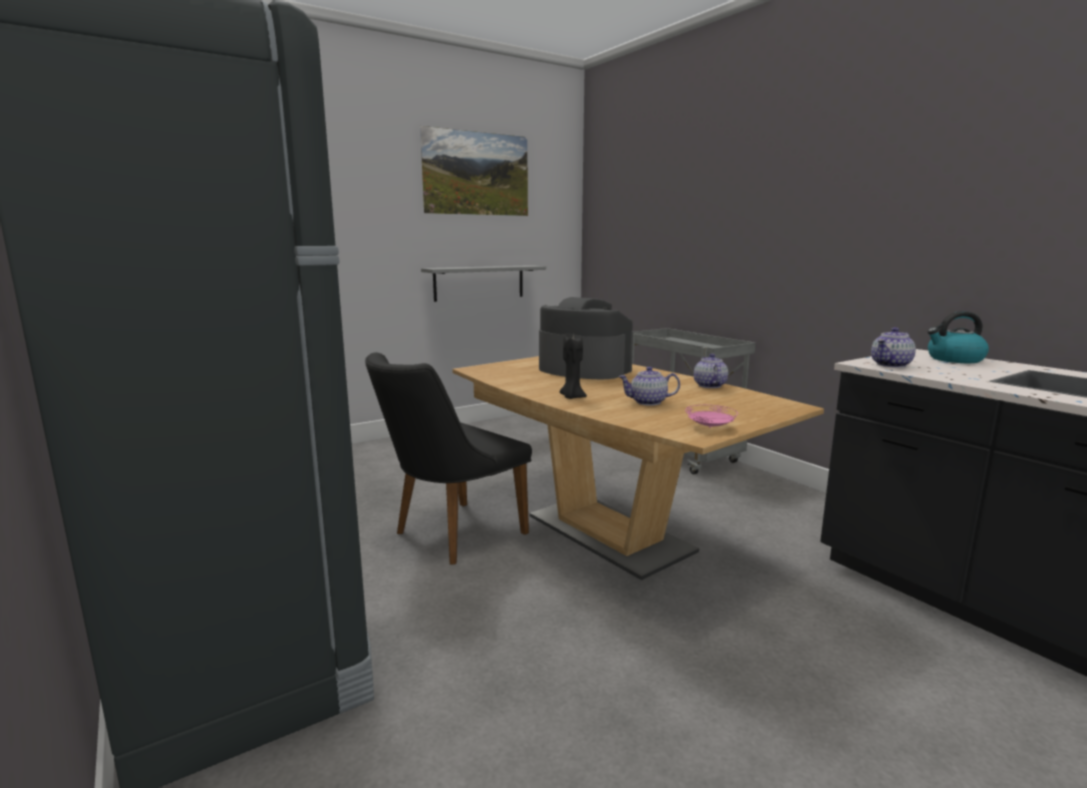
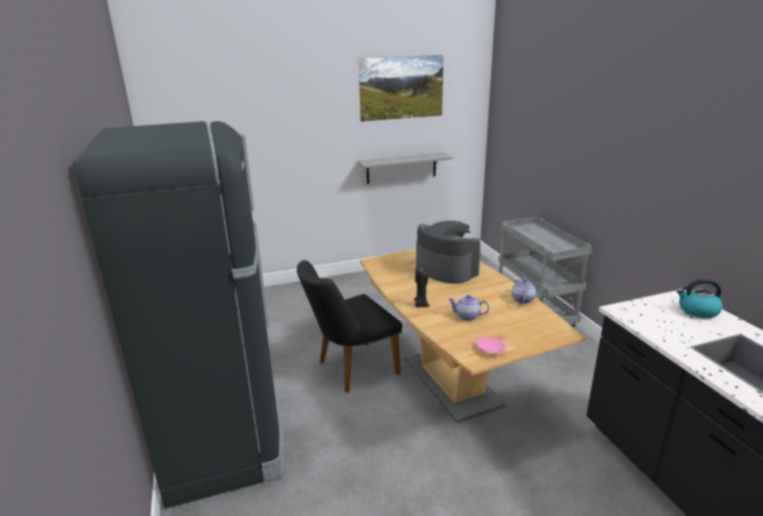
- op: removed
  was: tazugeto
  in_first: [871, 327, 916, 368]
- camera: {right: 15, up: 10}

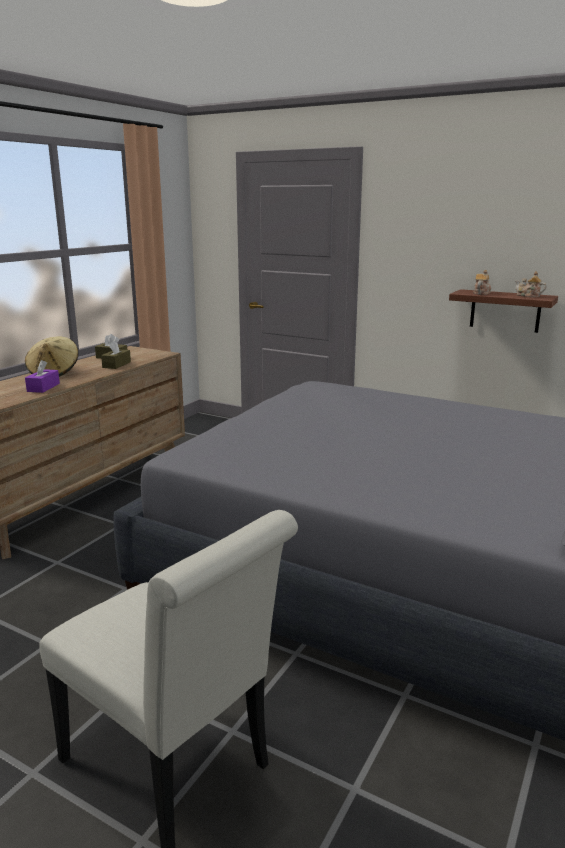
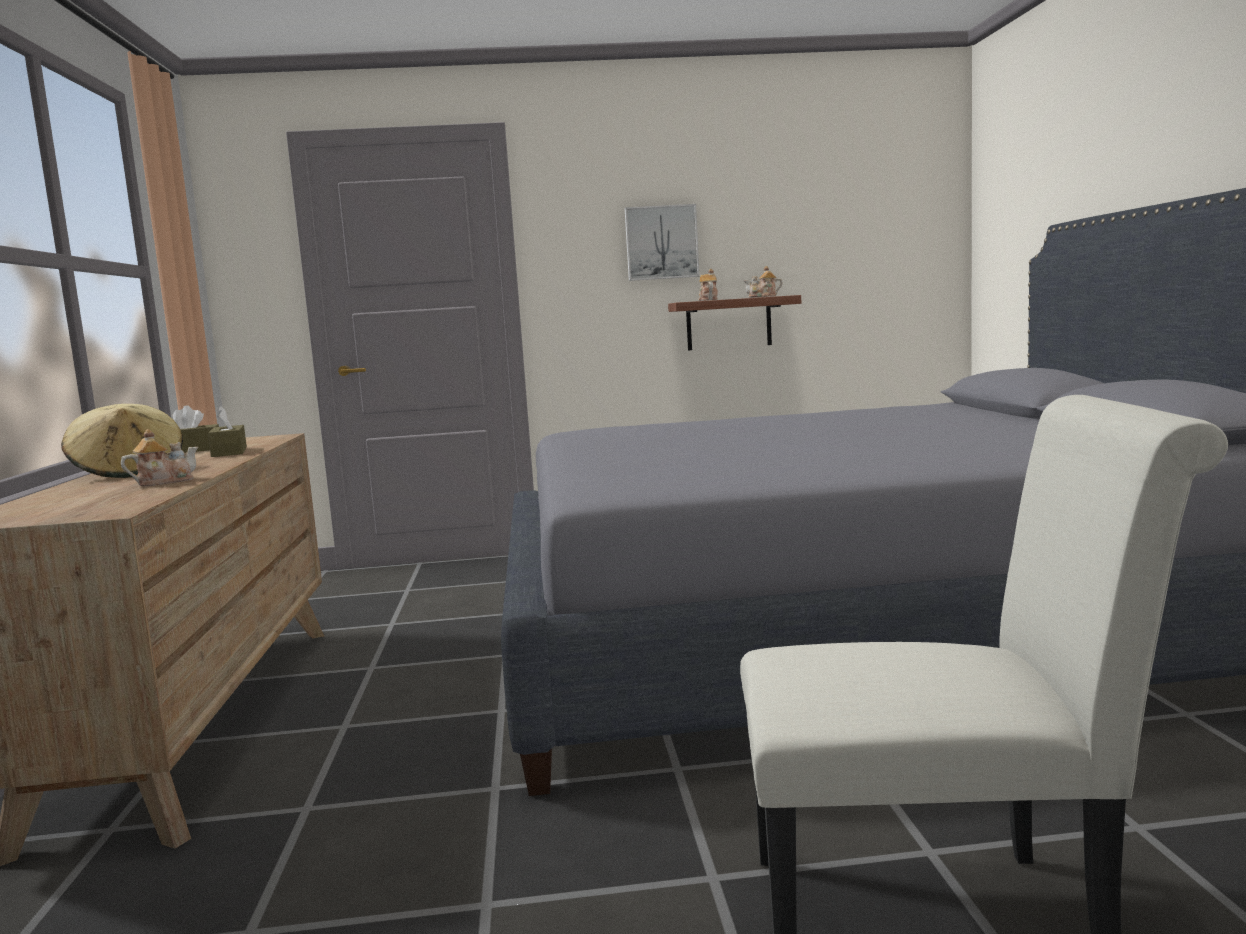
- op: replaced
  was: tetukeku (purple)
  now: tazugeto
  in_first: [25, 360, 60, 393]
  in_second: [121, 429, 198, 486]
- op: added
  now: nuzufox
  in_second: [625, 204, 699, 281]
- camera: {right: -35, up: -10}

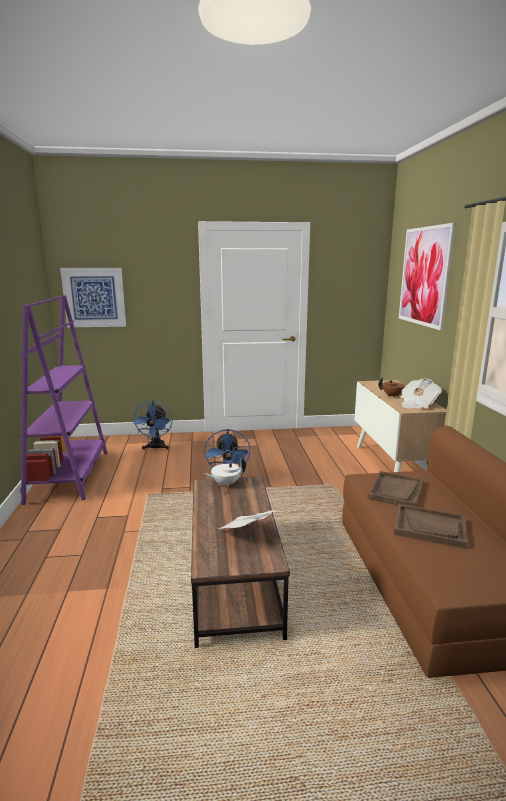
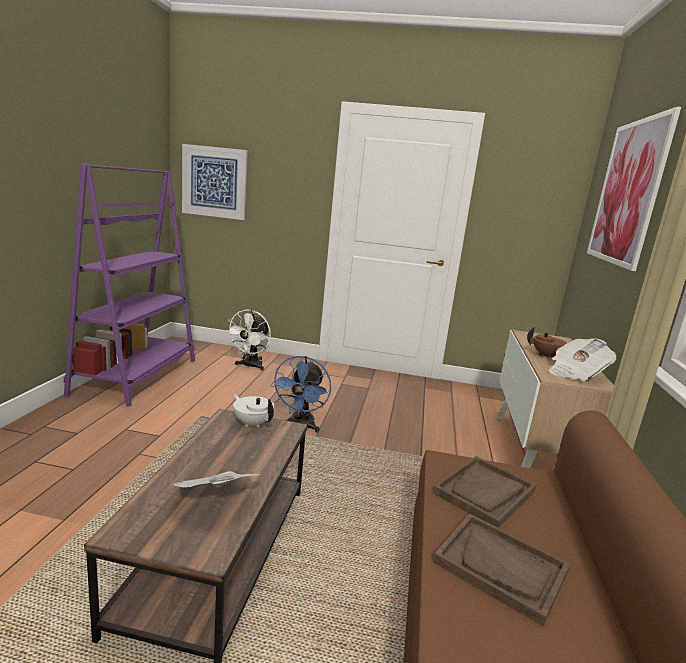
- op: recoloured
  was: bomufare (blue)
  now: bomufare (white)
  in_first: [132, 401, 172, 450]
  in_second: [225, 309, 271, 371]
- op: turned
  was: tazugeto (white)
  in_first: [204, 458, 246, 487]
  in_second: [233, 394, 274, 428]
  clockwise: 45
- camera: {right: 15, up: 0}

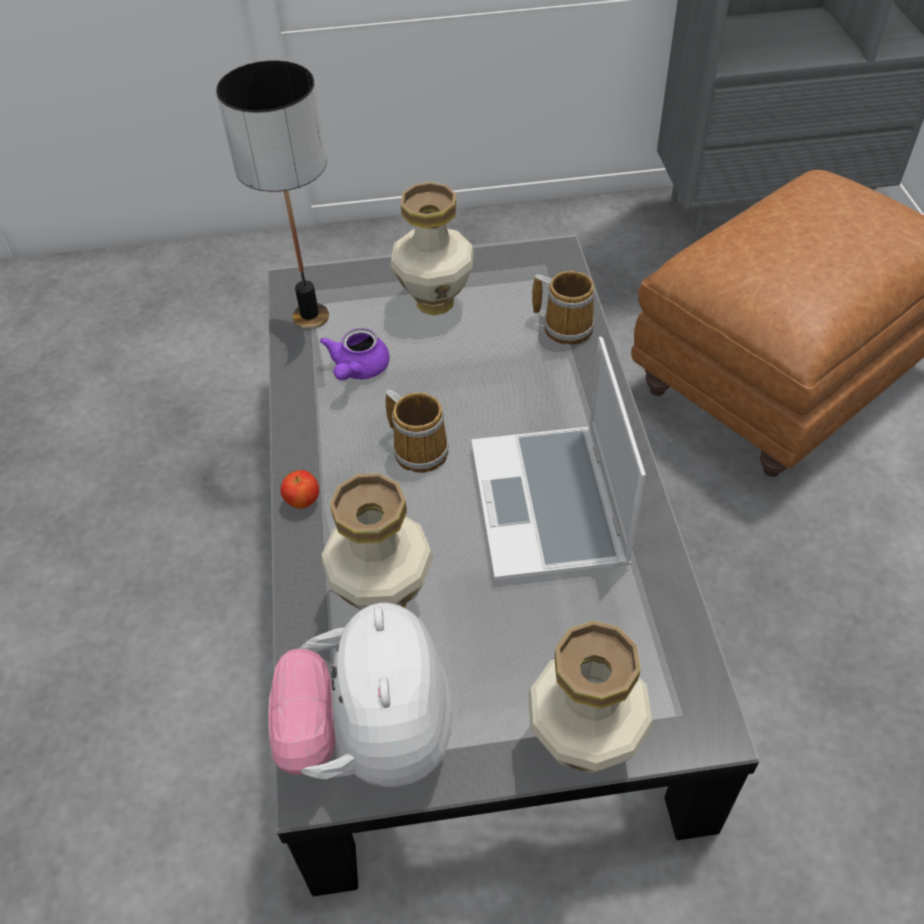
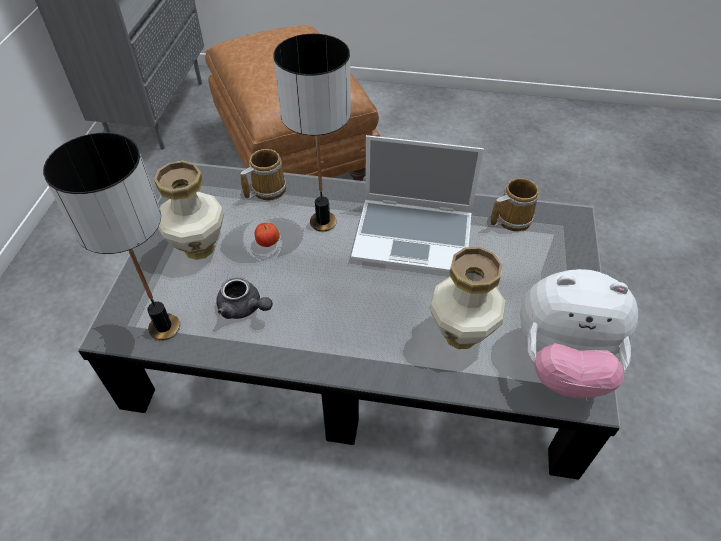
- op: recoloured
  was: tazugeto (purple)
  now: tazugeto (grey)
  in_first: [320, 328, 390, 380]
  in_second: [216, 277, 273, 319]
- op: moved
  was: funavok
  in_first: [280, 470, 319, 509]
  in_second: [255, 223, 280, 247]
- op: added
  now: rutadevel
  in_second: [273, 34, 351, 232]
- op: moved
  was: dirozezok
  in_first: [386, 390, 449, 473]
  in_second: [491, 178, 539, 231]
- op: removed
  was: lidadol
  in_first: [528, 621, 653, 774]
- camera: {right: -75, up: 0}

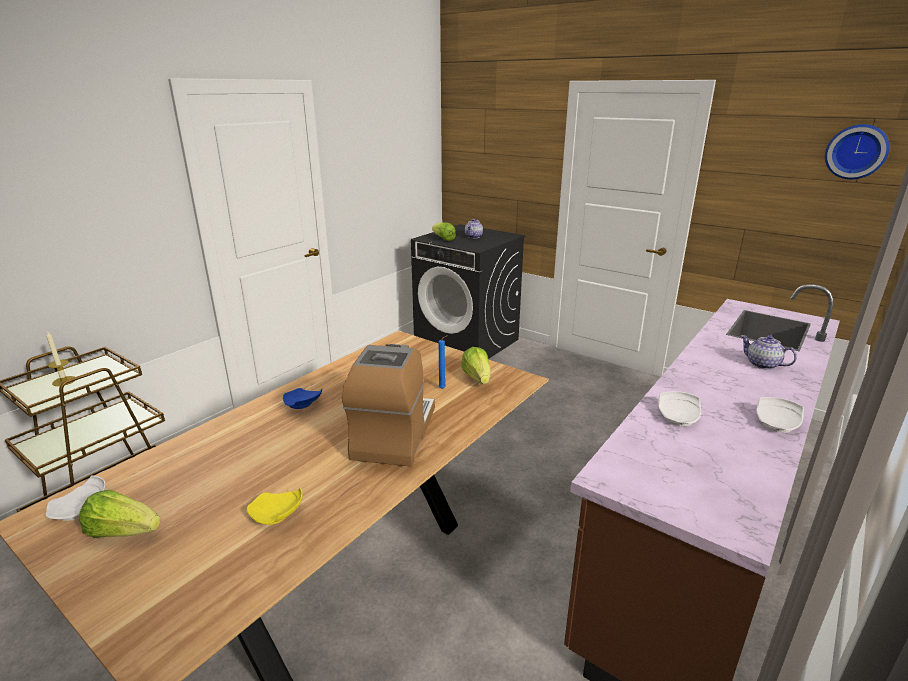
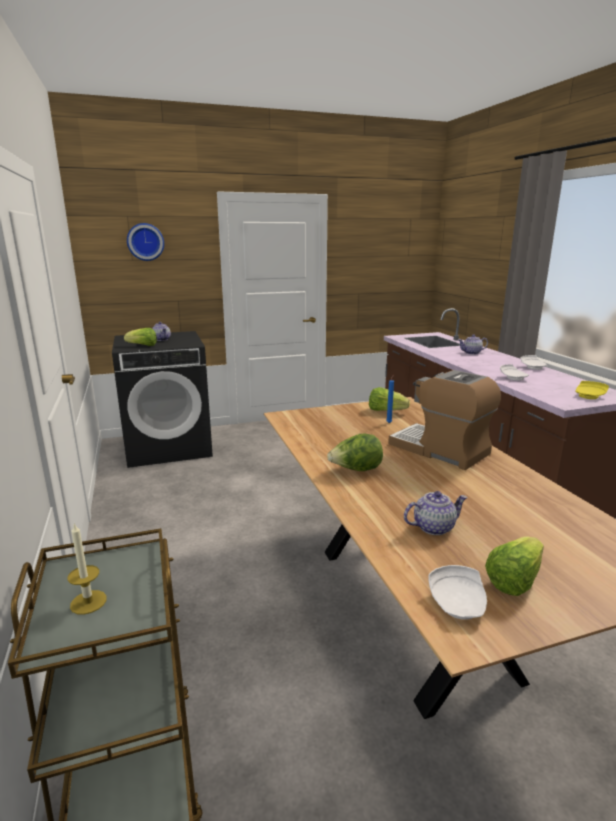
- op: moved
  was: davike
  in_first: [825, 124, 890, 179]
  in_second: [127, 223, 164, 261]
- op: replaced
  was: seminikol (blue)
  now: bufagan
  in_first: [283, 388, 322, 409]
  in_second: [327, 433, 383, 471]
- op: added
  now: tazugeto
  in_second: [404, 491, 468, 535]
- op: moved
  was: seminikol (yellow)
  in_first: [247, 487, 303, 525]
  in_second: [575, 381, 609, 399]
- camera: {right: -55, up: -5}

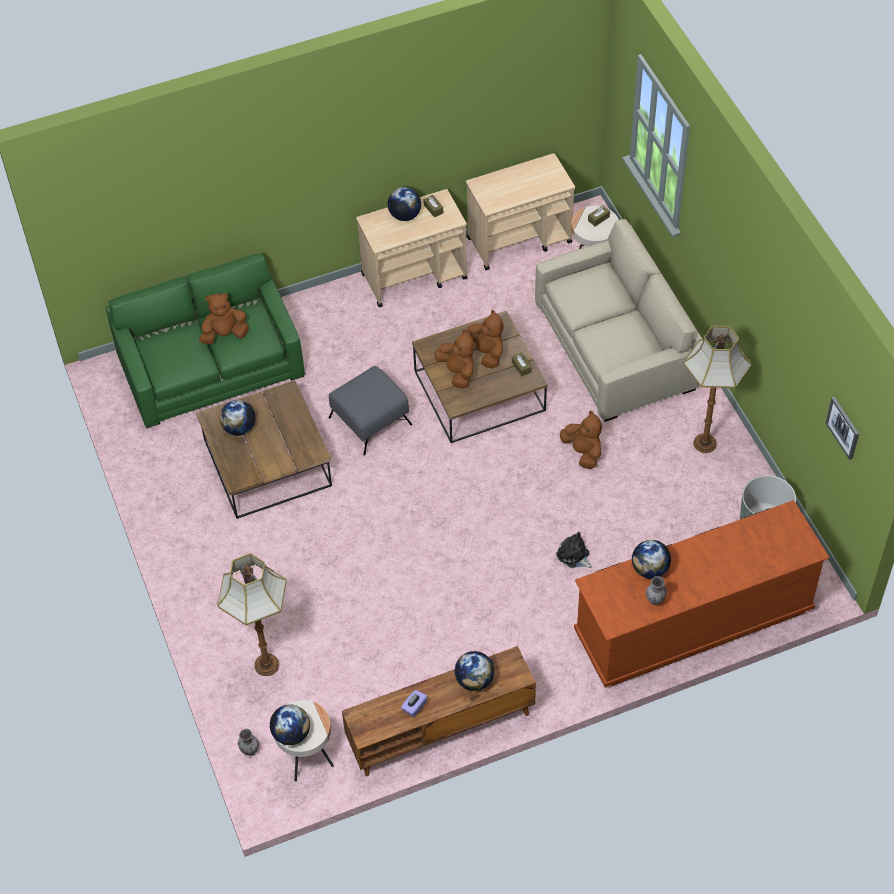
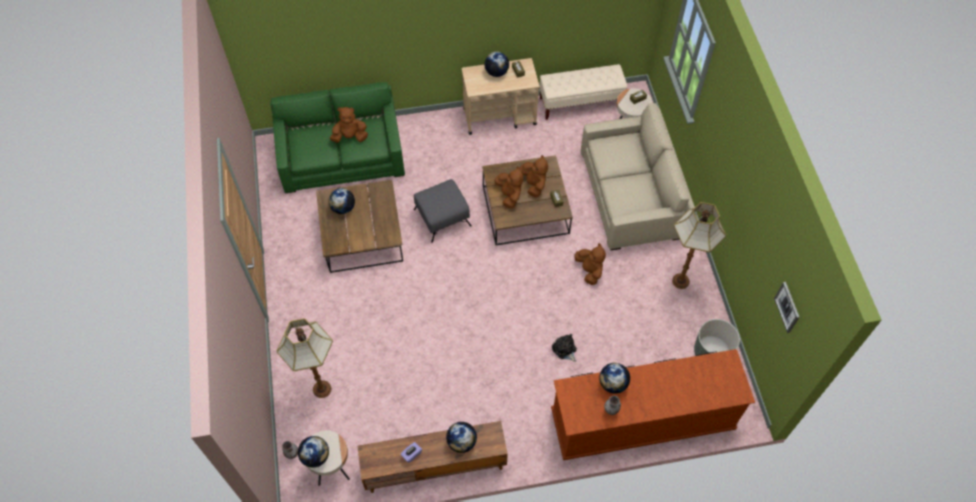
- op: replaced
  was: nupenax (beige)
  now: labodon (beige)
  in_first: [466, 153, 575, 270]
  in_second: [540, 64, 627, 120]
- camera: {right: 10, up: 5}

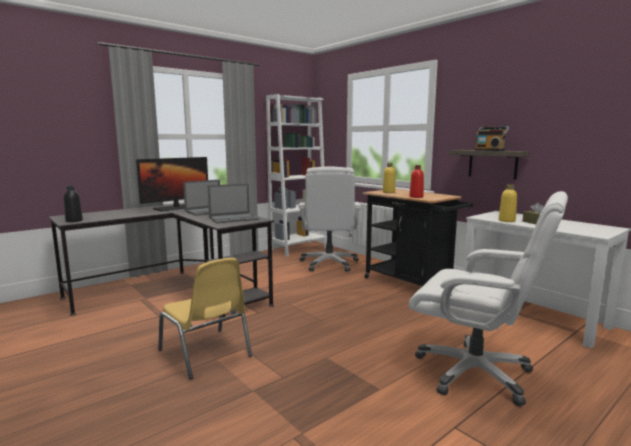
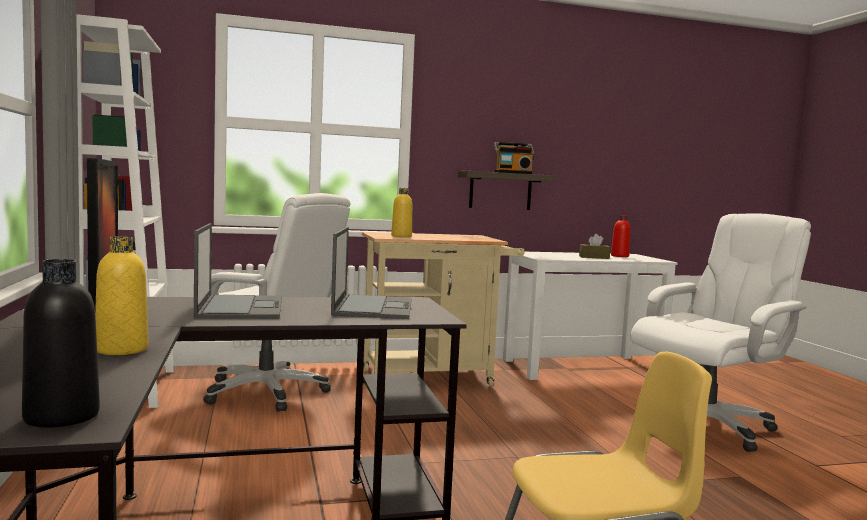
- op: moved
  was: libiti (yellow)
  in_first: [499, 184, 517, 222]
  in_second: [95, 236, 148, 355]
- op: recoloured
  was: nupenax (black)
  now: nupenax (beige)
  in_first: [363, 189, 473, 287]
  in_second: [362, 232, 525, 387]
- op: moved
  was: libiti (red)
  in_first: [409, 165, 424, 198]
  in_second: [611, 215, 631, 257]
- camera: {right: -65, up: -5}

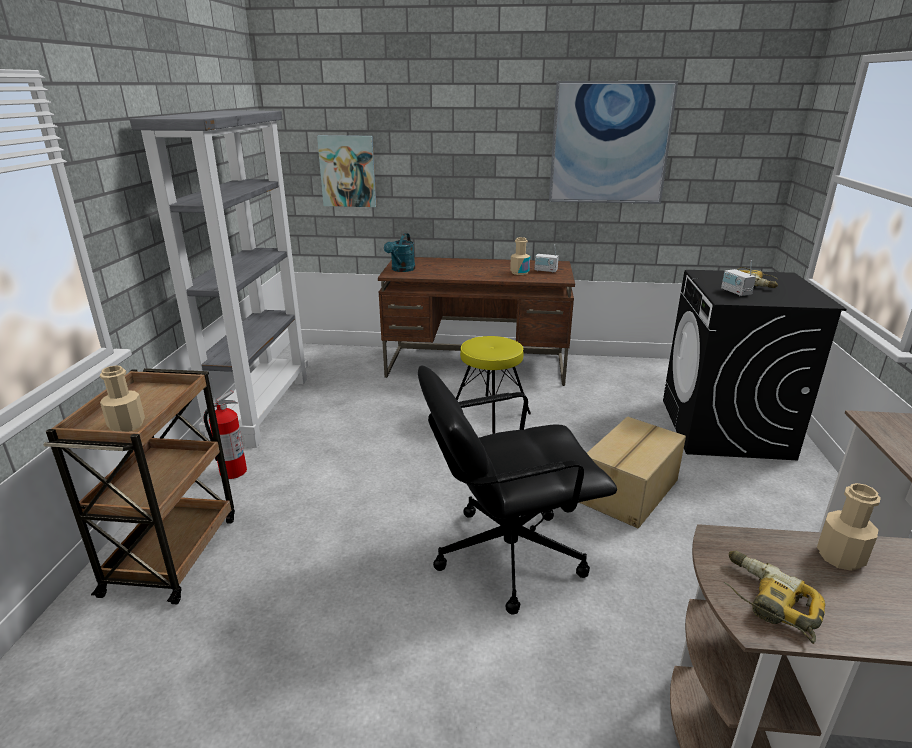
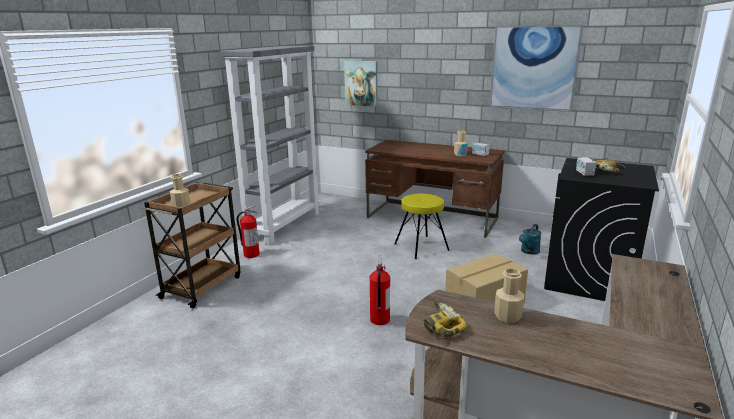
- op: replaced
  was: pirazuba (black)
  now: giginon
  in_first: [418, 365, 617, 614]
  in_second: [370, 255, 390, 325]
- op: moved
  was: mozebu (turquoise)
  in_first: [384, 233, 415, 272]
  in_second: [519, 224, 541, 254]
- camera: {right: 20, up: -5}

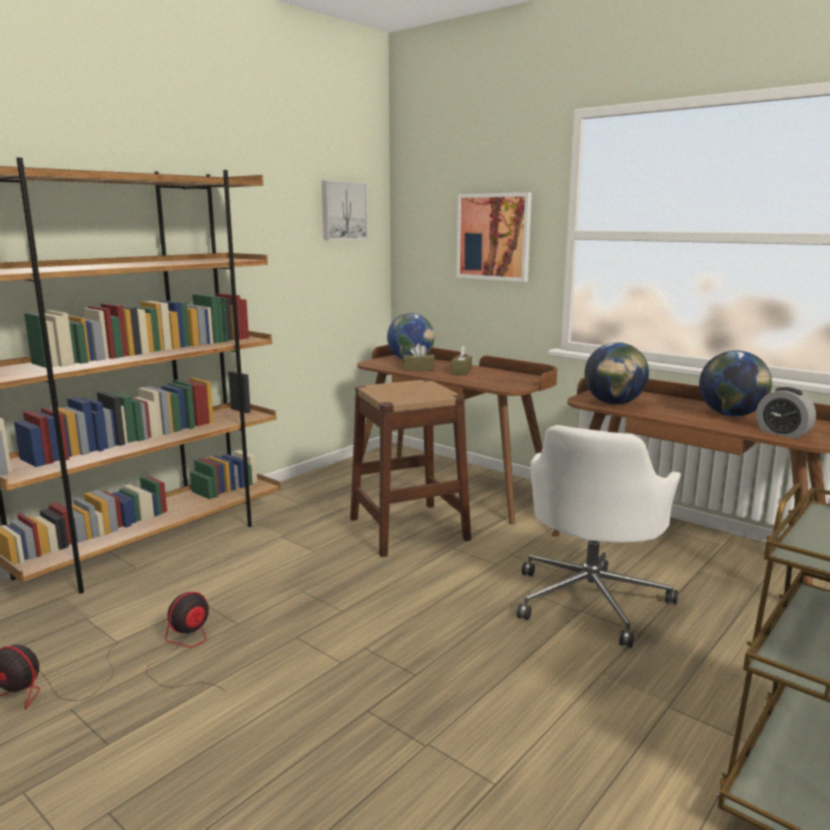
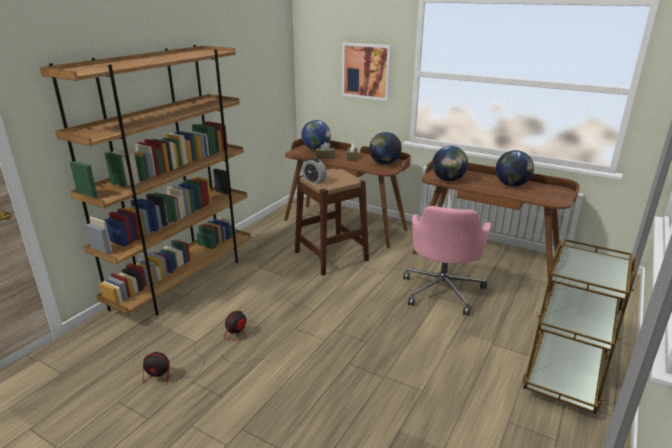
- op: moved
  was: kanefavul
  in_first: [756, 387, 816, 439]
  in_second: [302, 158, 327, 184]
- op: added
  now: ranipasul
  in_second: [369, 132, 402, 164]
- op: recoloured
  was: pirazuba (white)
  now: pirazuba (pink)
  in_first: [517, 425, 681, 648]
  in_second: [403, 206, 491, 315]
- op: removed
  was: nuzufox
  in_first: [322, 181, 368, 240]
- camera: {right: -10, up: 10}

